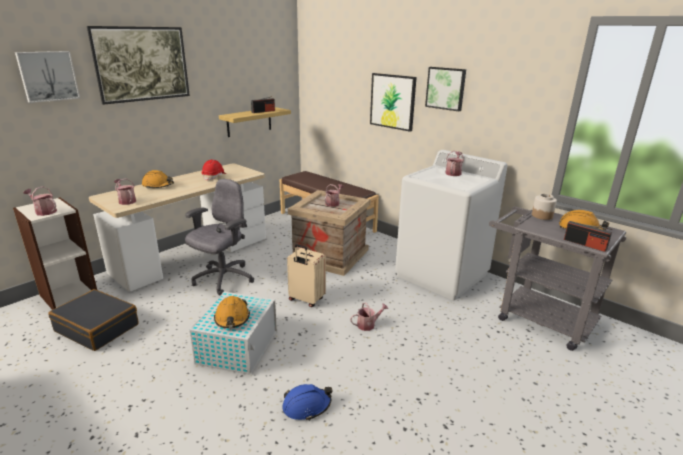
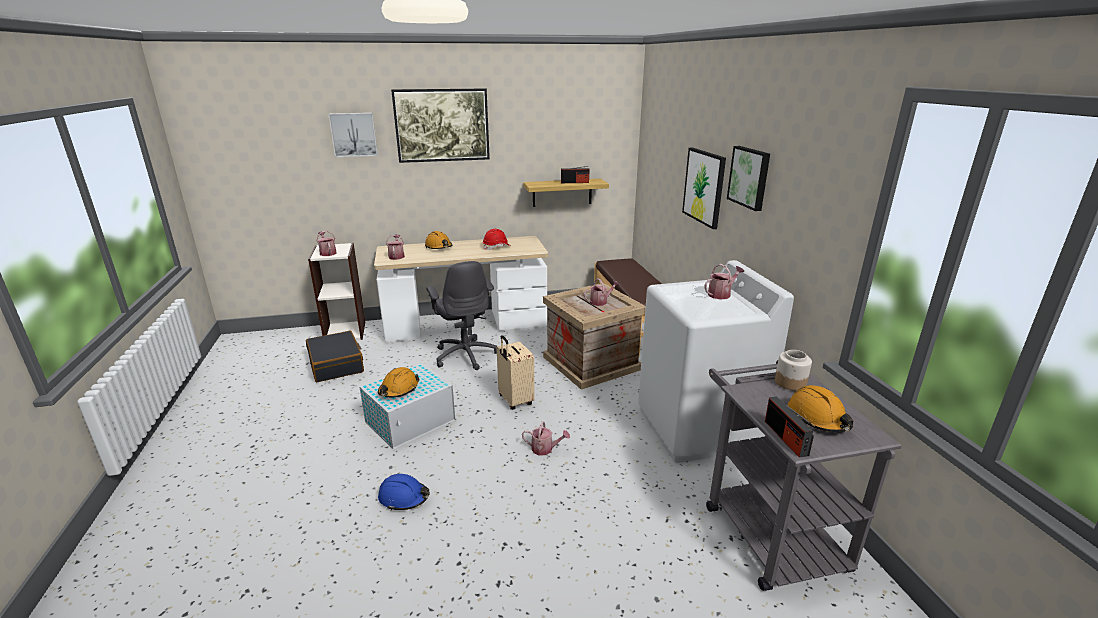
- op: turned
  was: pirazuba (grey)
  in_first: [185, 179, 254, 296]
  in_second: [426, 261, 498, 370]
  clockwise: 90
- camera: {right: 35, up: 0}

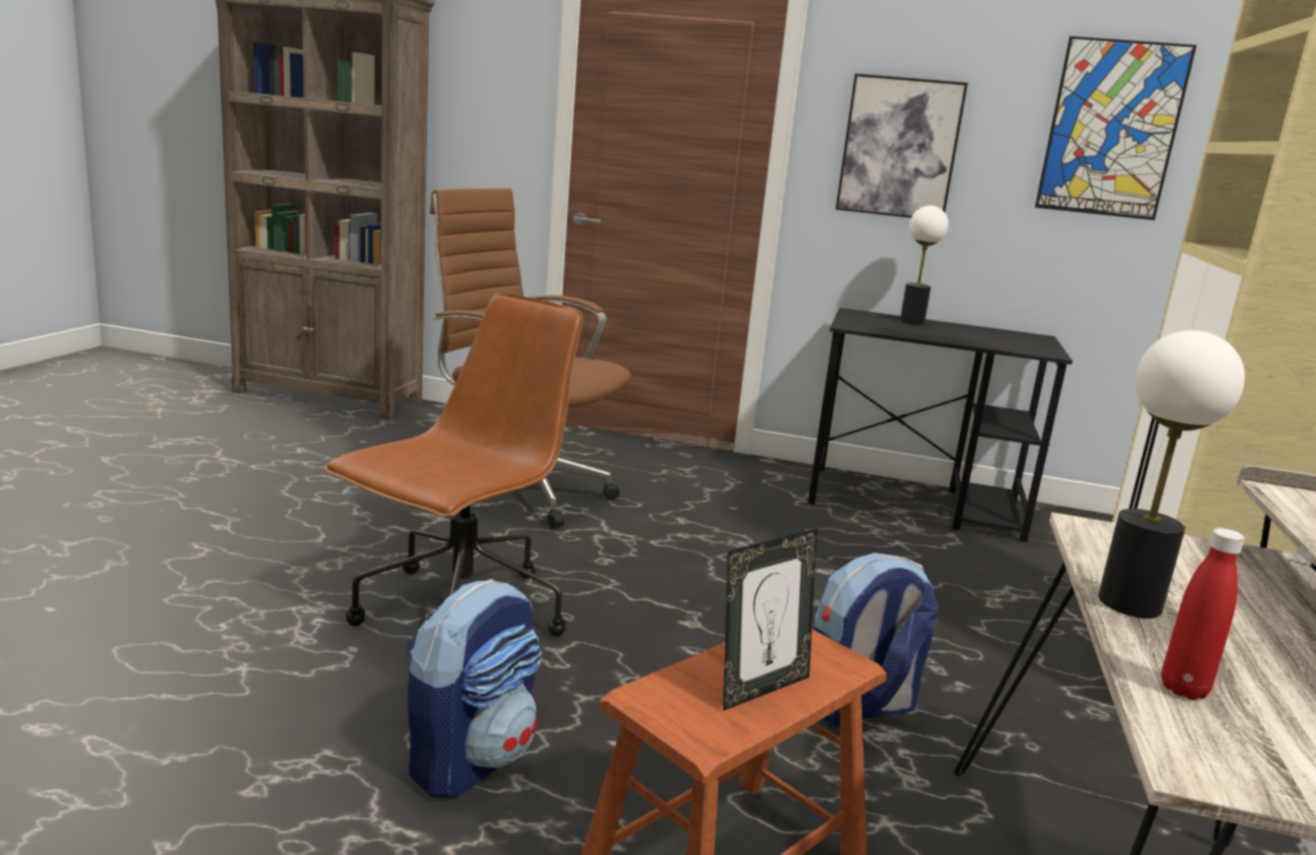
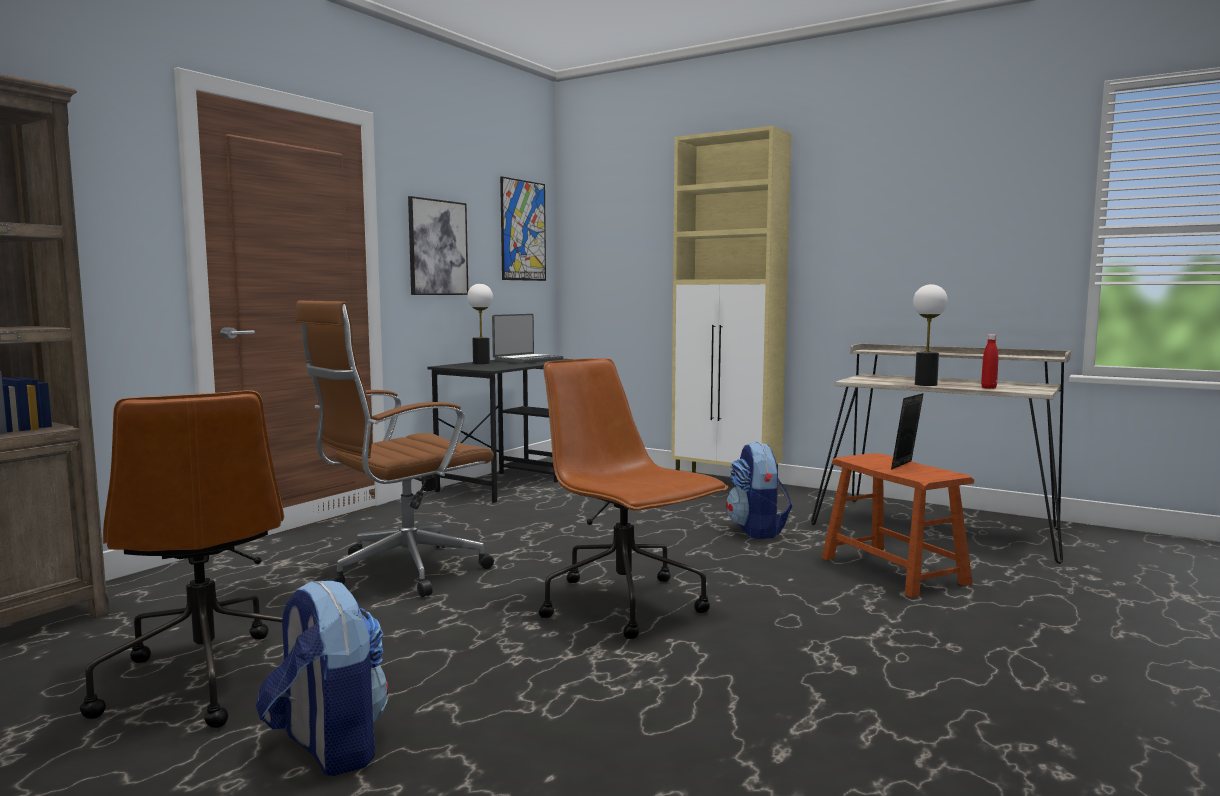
- op: added
  now: pirazuba (brown)
  in_second: [80, 390, 284, 728]
- op: moved
  was: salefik
  in_first: [406, 579, 542, 798]
  in_second: [256, 580, 388, 776]
- op: added
  now: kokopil
  in_second: [492, 314, 564, 364]
- op: turned
  was: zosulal
  in_first: [723, 528, 817, 711]
  in_second: [891, 393, 924, 470]
  clockwise: -120
- camera: {right: -70, up: -10}

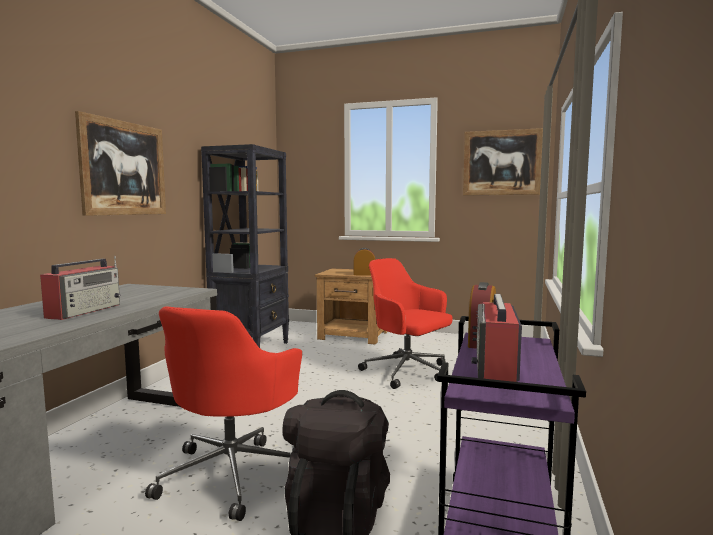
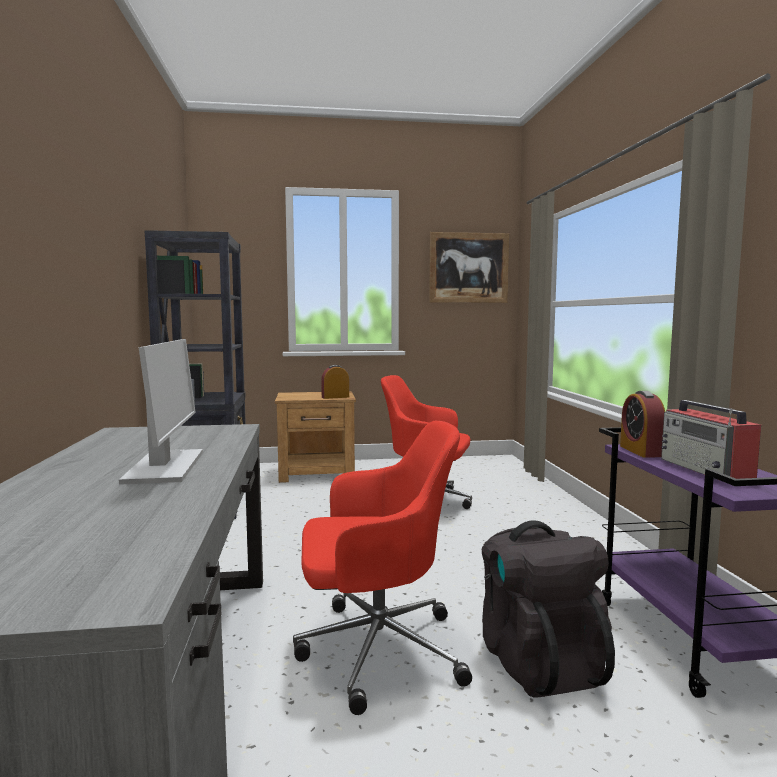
- op: replaced
  was: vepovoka
  now: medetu
  in_first: [40, 256, 120, 320]
  in_second: [119, 339, 203, 485]
- op: turned
  was: pirazuba (red)
  in_first: [145, 307, 302, 521]
  in_second: [293, 421, 472, 715]
  clockwise: -90
- op: removed
  was: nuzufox
  in_first: [75, 111, 166, 216]
- camera: {right: -25, up: 0}

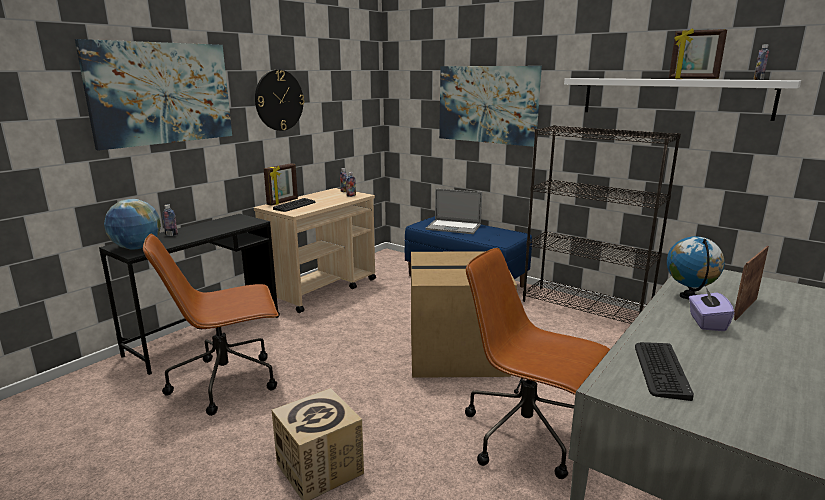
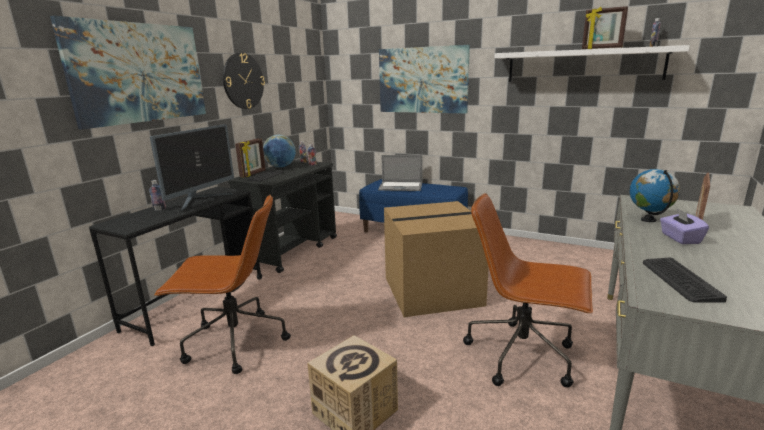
- op: added
  now: medetu
  in_second: [150, 124, 234, 211]
- op: turned
  was: pirazuba (brown)
  in_first: [143, 233, 279, 416]
  in_second: [154, 194, 291, 374]
  clockwise: -150
- op: recoloured
  was: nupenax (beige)
  now: nupenax (black)
  in_first: [254, 188, 376, 313]
  in_second: [228, 160, 337, 273]
- op: moved
  was: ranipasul
  in_first: [104, 199, 161, 250]
  in_second: [263, 135, 296, 167]
- op: removed
  was: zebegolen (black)
  in_first: [523, 125, 681, 324]
- camera: {right: -10, up: 0}

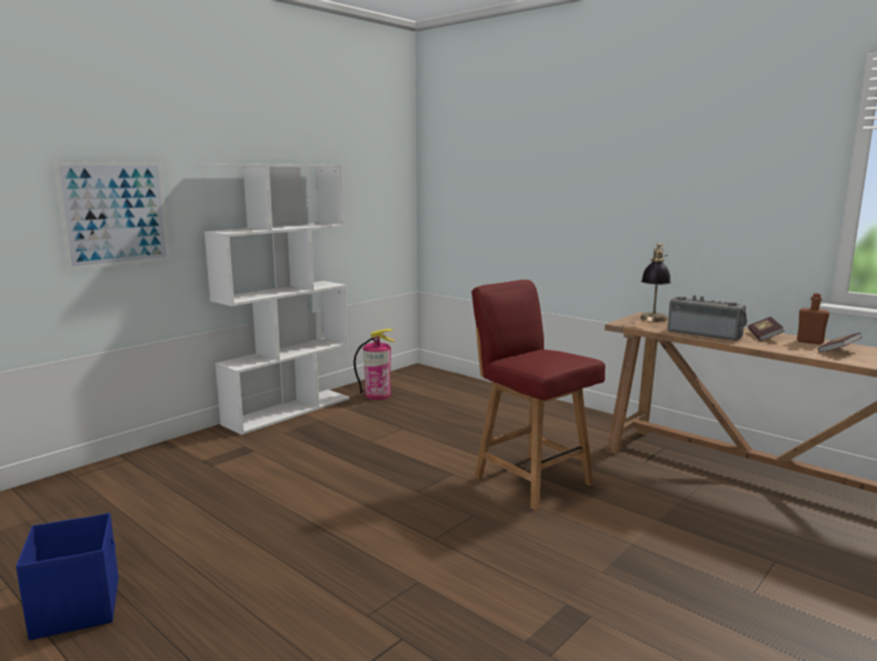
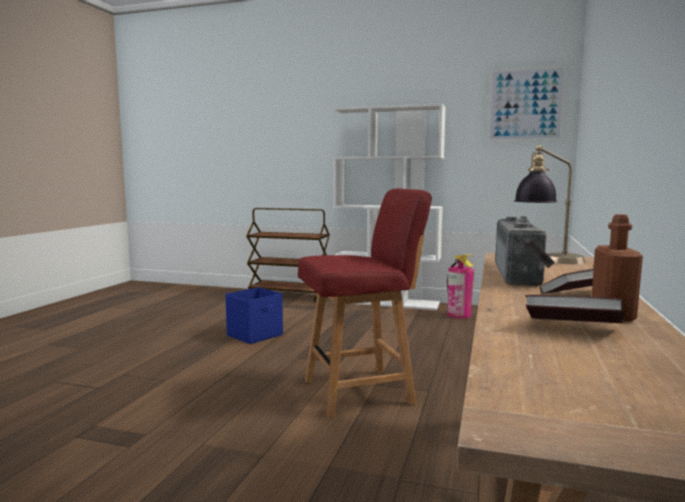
- op: moved
  was: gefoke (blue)
  in_first: [16, 513, 119, 640]
  in_second: [225, 287, 283, 344]
- op: added
  now: nupenax (brown)
  in_second: [246, 208, 330, 303]
- op: turned
  was: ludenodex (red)
  in_first: [472, 280, 605, 510]
  in_second: [298, 188, 432, 418]
  clockwise: 45
- op: moved
  was: nuzufox
  in_first: [53, 161, 170, 271]
  in_second: [488, 65, 567, 142]
- camera: {right: 65, up: -5}

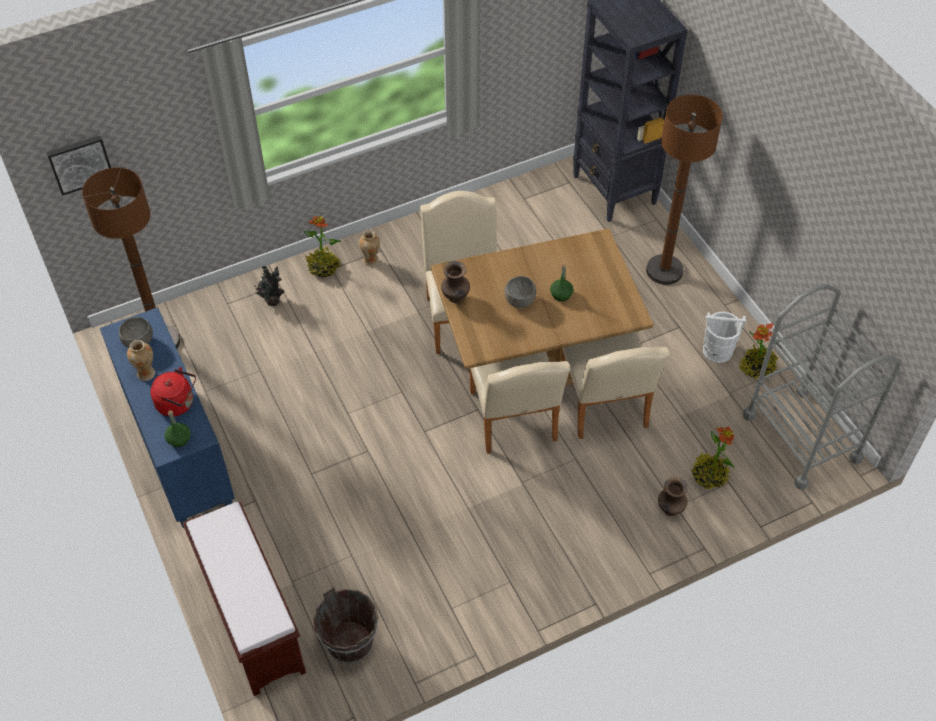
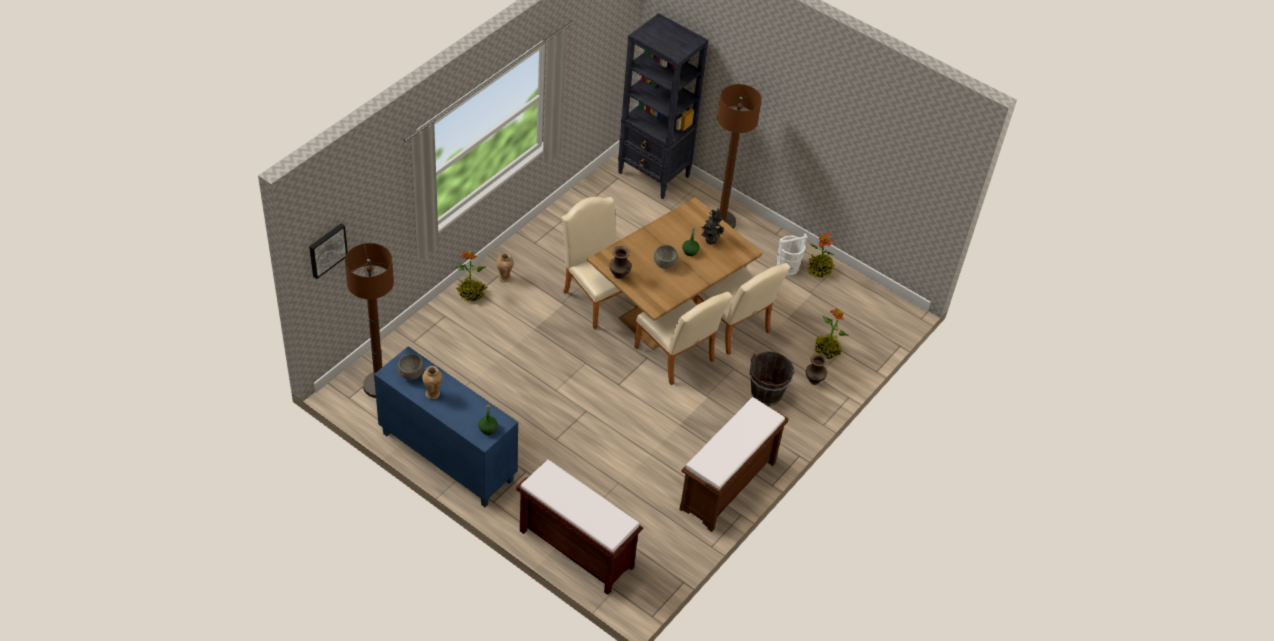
- op: added
  now: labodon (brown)
  in_second: [679, 397, 789, 532]
- op: moved
  was: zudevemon
  in_first: [255, 266, 284, 306]
  in_second: [701, 209, 724, 245]
- op: moved
  was: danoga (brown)
  in_first: [313, 587, 379, 664]
  in_second: [749, 351, 795, 406]
- op: removed
  was: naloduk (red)
  in_first: [151, 367, 196, 417]
- op: removed
  was: nupenax (grey)
  in_first: [743, 284, 902, 490]
- camera: {right: -30, up: -5}

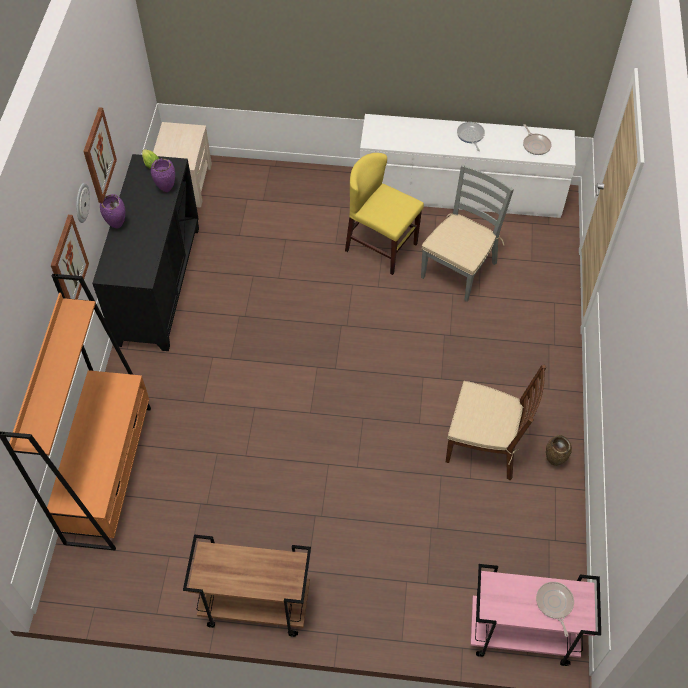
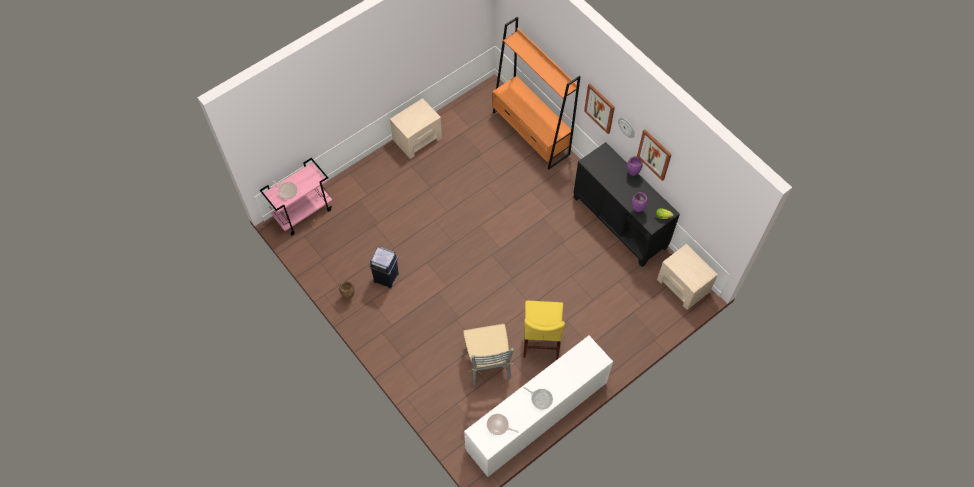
- op: replaced
  was: ludenodex (brown)
  now: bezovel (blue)
  in_first: [446, 365, 546, 480]
  in_second: [369, 247, 399, 288]
- op: replaced
  was: nupenax (brown)
  now: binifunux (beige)
  in_first: [183, 535, 311, 637]
  in_second: [390, 98, 442, 159]
- op: turned
  was: ludenodex (yellow)
  in_first: [345, 153, 424, 275]
  in_second: [523, 301, 565, 360]
  clockwise: 105
- camera: {right: 135, up: 5}

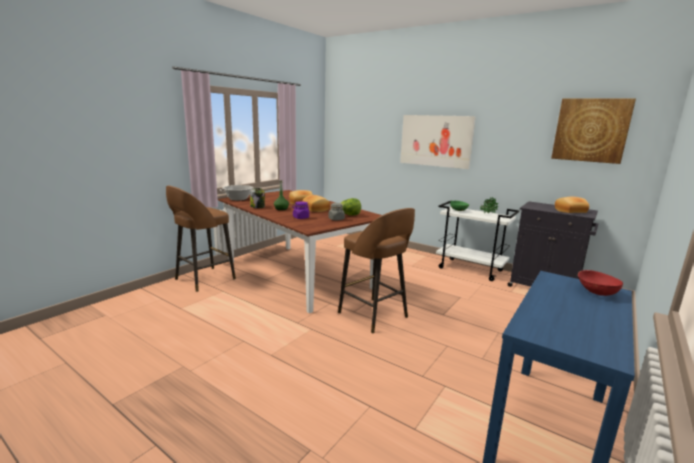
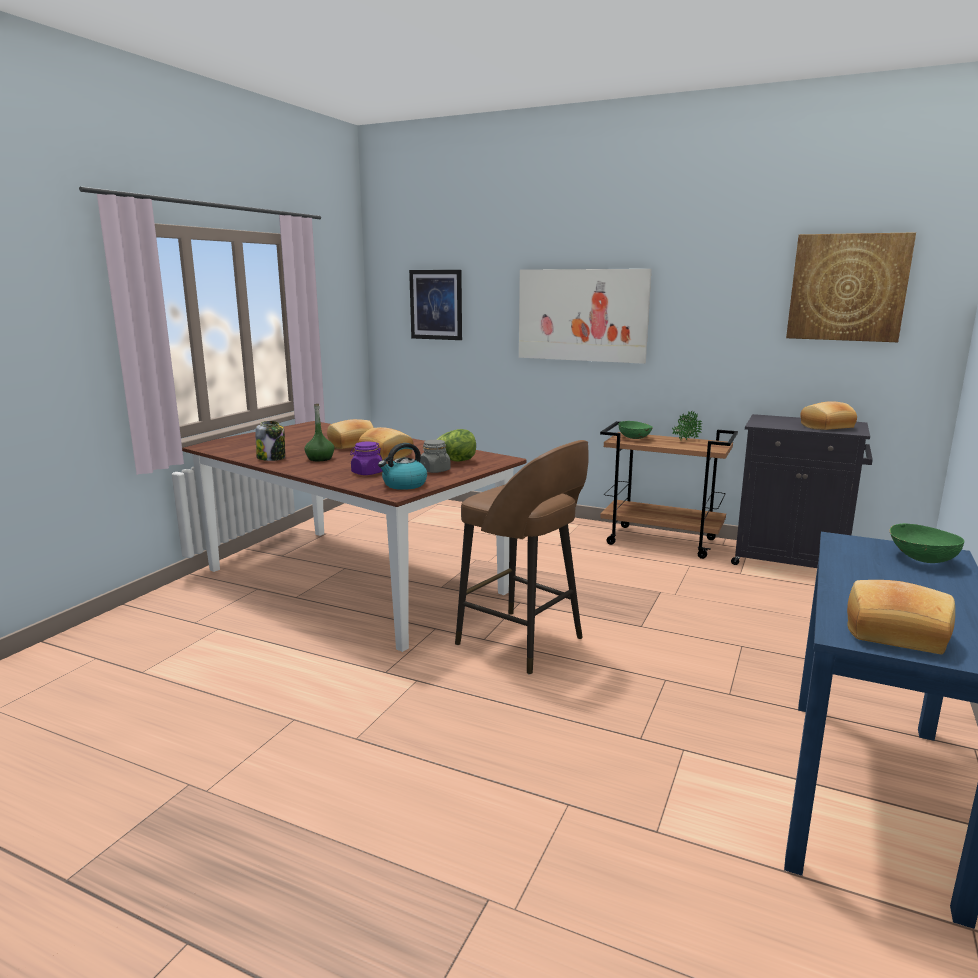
- op: added
  now: naloduk
  in_second: [378, 443, 427, 490]
- op: added
  now: nuzufox
  in_second: [409, 270, 462, 340]
- op: recoloured
  was: nupenax (white)
  now: nupenax (brown)
  in_first: [436, 201, 519, 281]
  in_second: [600, 421, 738, 559]
- op: added
  now: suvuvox
  in_second: [847, 580, 955, 654]
- op: recoloured
  was: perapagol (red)
  now: perapagol (green)
  in_first: [578, 270, 623, 296]
  in_second: [889, 523, 964, 563]
- op: removed
  was: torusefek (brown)
  in_first: [166, 186, 236, 292]
- op: removed
  was: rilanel
  in_first: [219, 185, 254, 201]
- camera: {right: -10, up: 0}

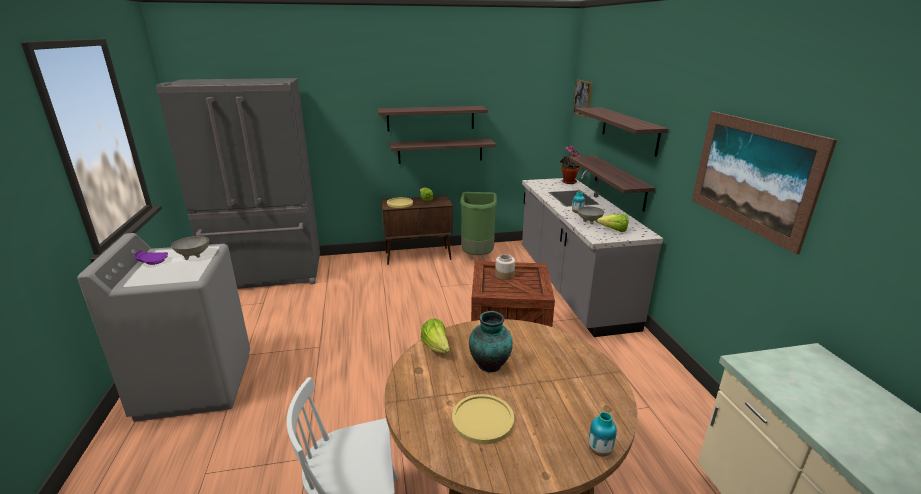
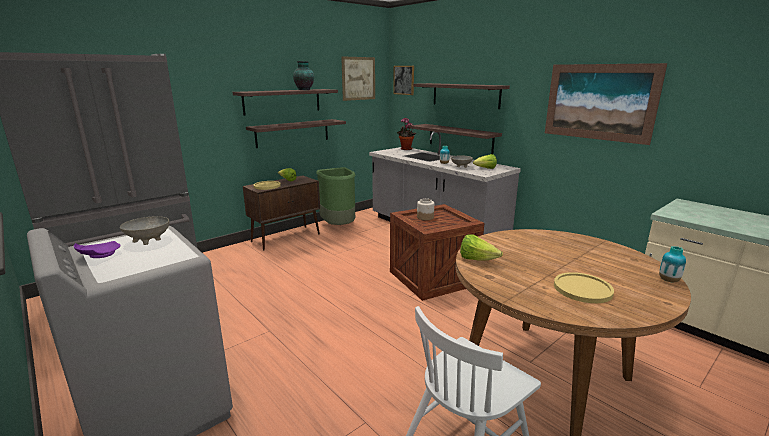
- op: moved
  was: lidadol
  in_first: [469, 311, 513, 373]
  in_second: [293, 61, 314, 90]
- op: added
  now: nuzufox
  in_second: [341, 56, 375, 101]
- camera: {right: -30, up: -5}

